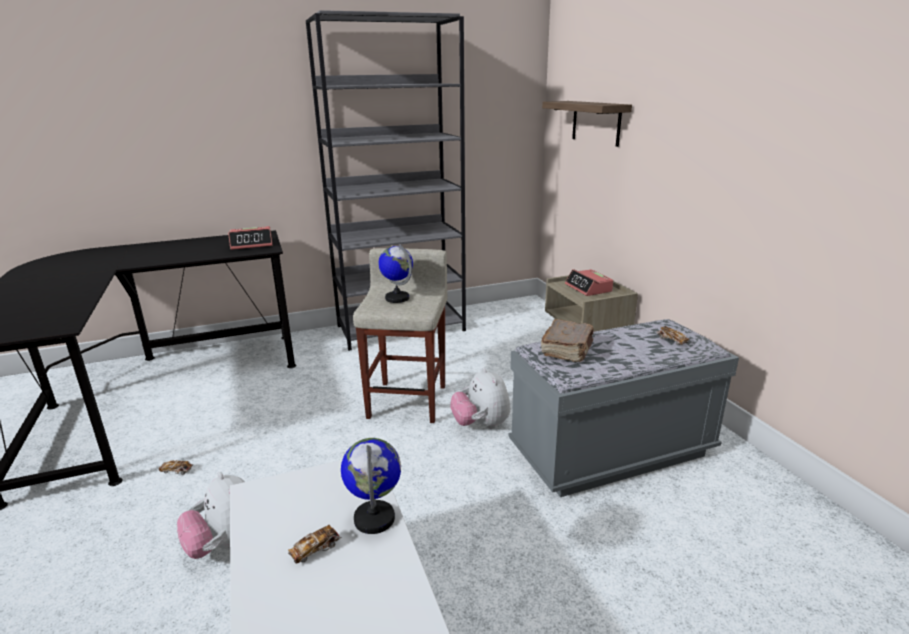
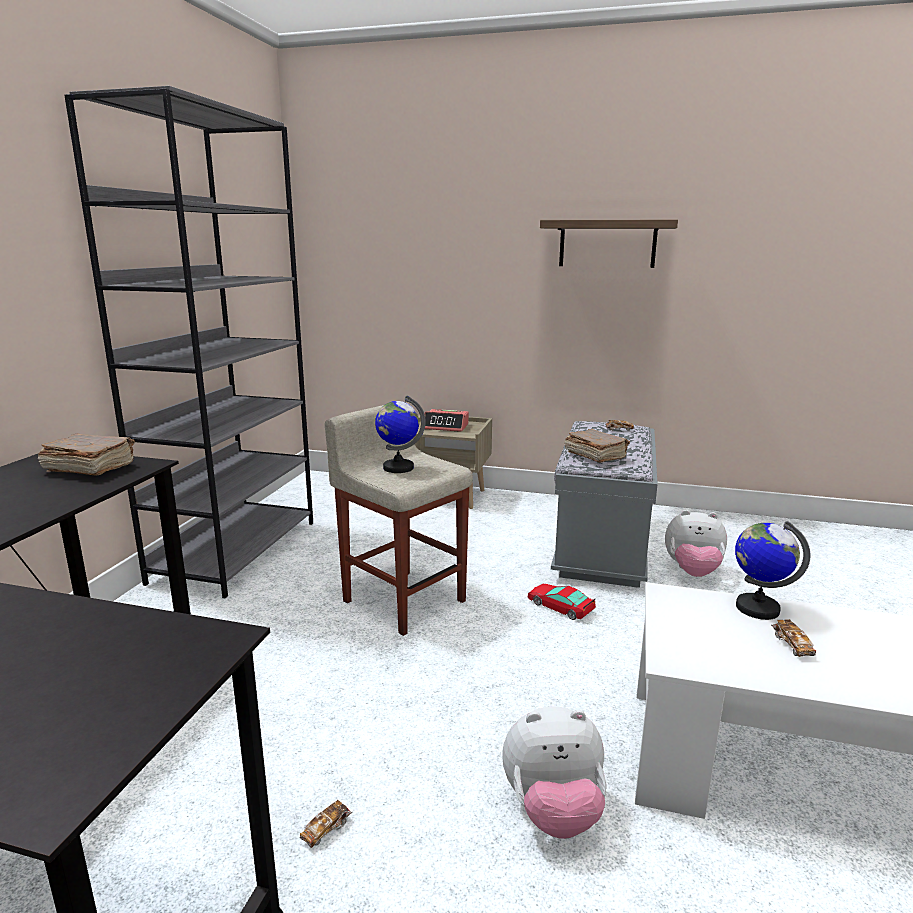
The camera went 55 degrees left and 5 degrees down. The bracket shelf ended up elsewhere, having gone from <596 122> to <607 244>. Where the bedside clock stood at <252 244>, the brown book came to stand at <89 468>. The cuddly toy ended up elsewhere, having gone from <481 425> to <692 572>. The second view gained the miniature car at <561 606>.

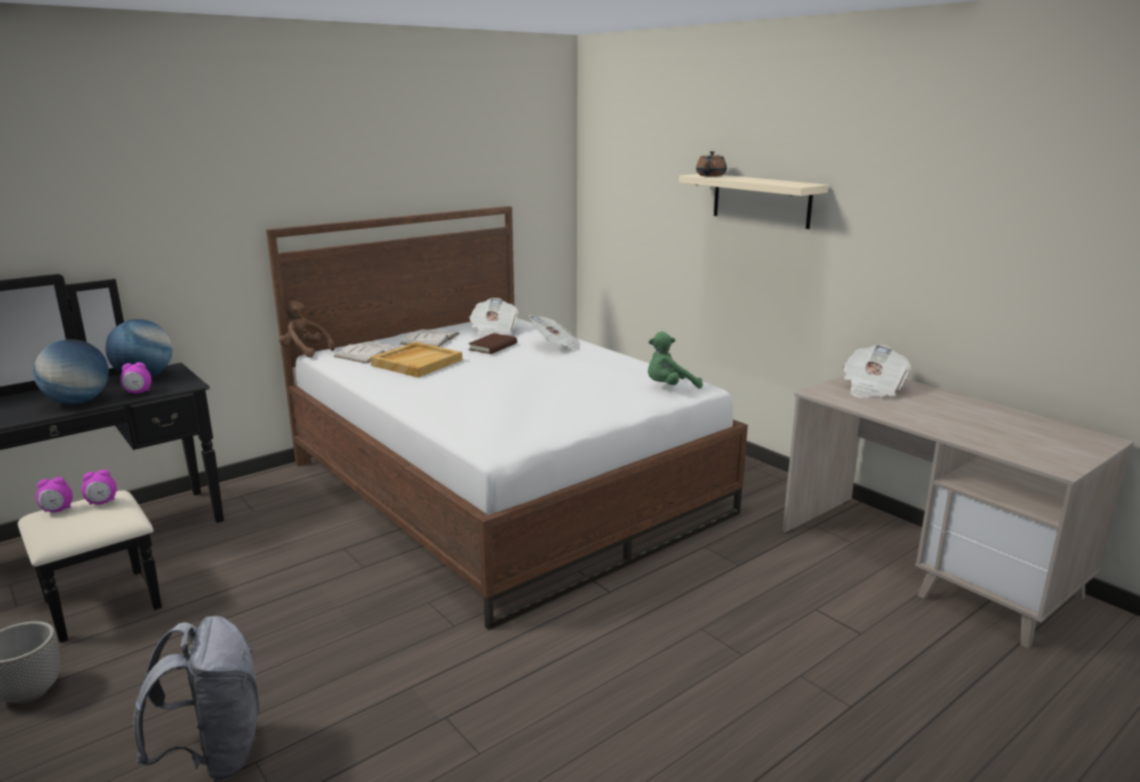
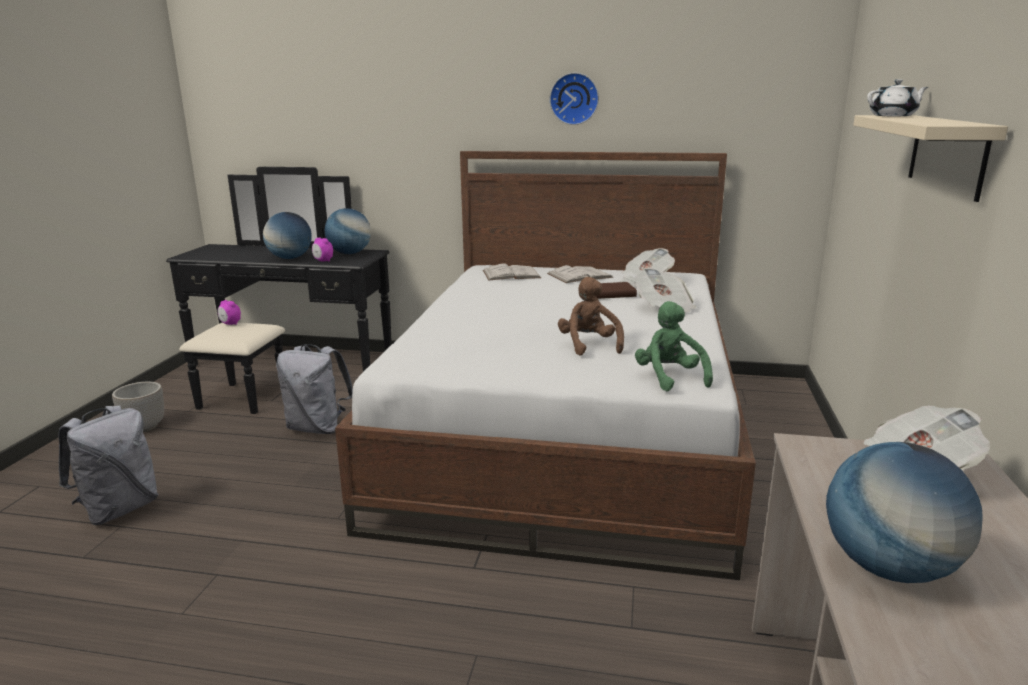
The camera went 50 degrees right and 0 degrees up. What was the brown teapot at <711 175> turned into the white teapot at <893 116>. The brown cuddly toy ended up elsewhere, having gone from <304 352> to <589 345>. The green cuddly toy at <669 387> ended up facing another way, 45 degrees clockwise from before. The second view lost the beige serving tray at <417 362>. The second view lost the bedside clock at <102 502>. The second view gained the clock on the wall at <574 99>. The second view gained the grey backpack at <318 428>. The second view gained the world globe at <889 567>.

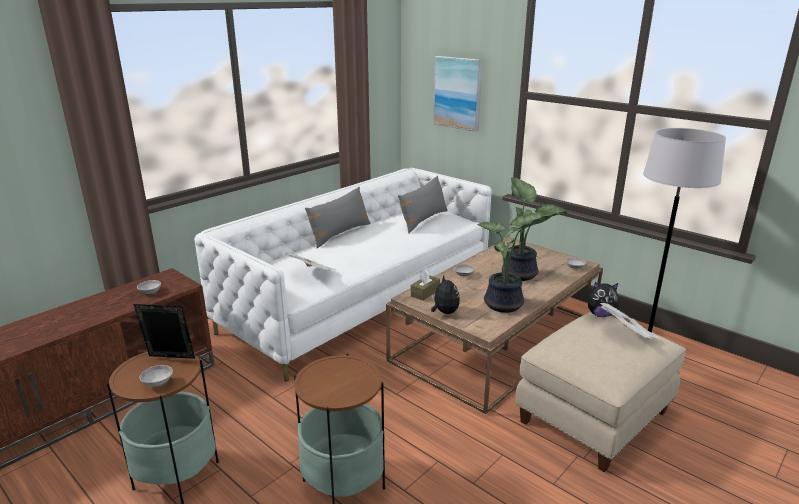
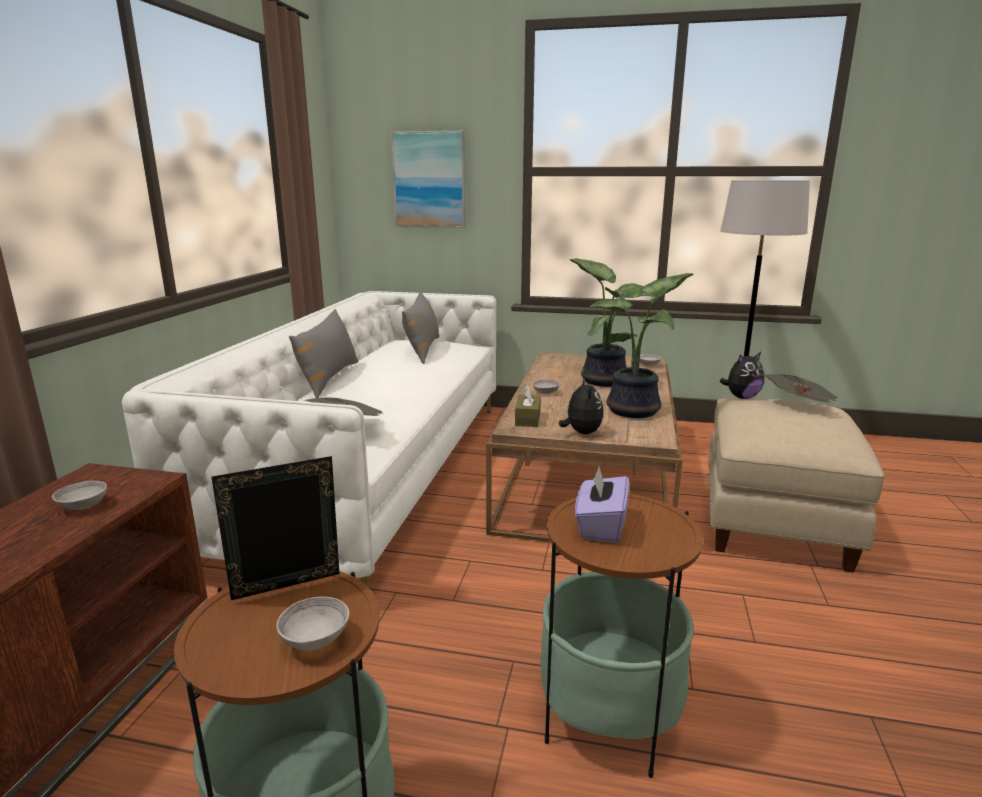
The camera went 30 degrees left and 5 degrees down. The cuddly toy at <444 312> ended up facing another way, 45 degrees clockwise from before. The second view gained the purple box of tissues at <600 526>.

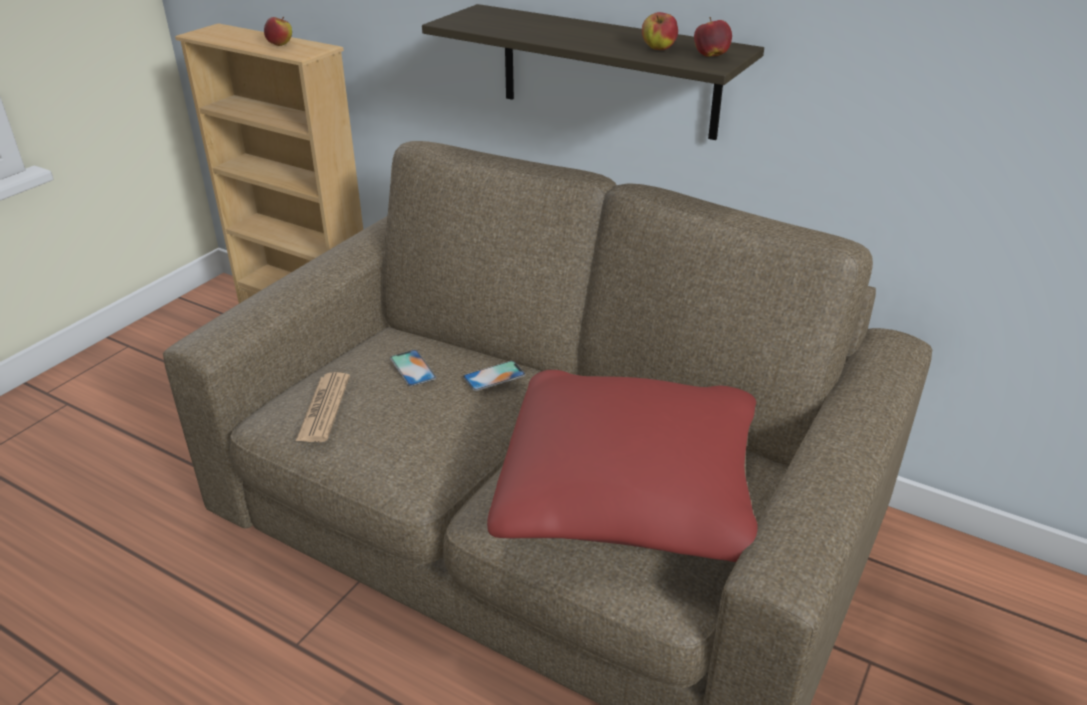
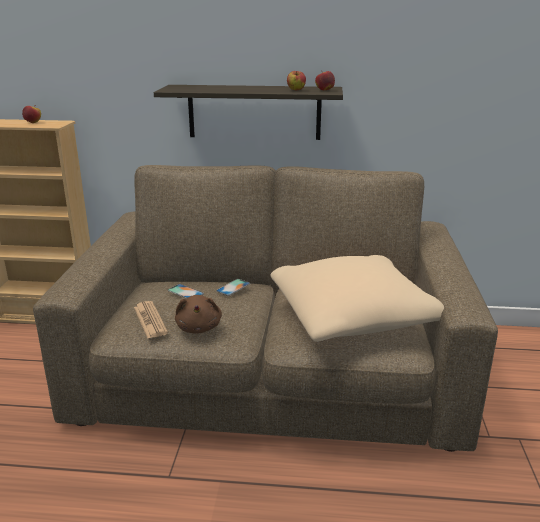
The camera went 25 degrees left and 10 degrees down. What was the red-coloured throw pillow at <629 492> turned into the beige throw pillow at <352 316>. The second view gained the brown cuddly toy at <199 327>.

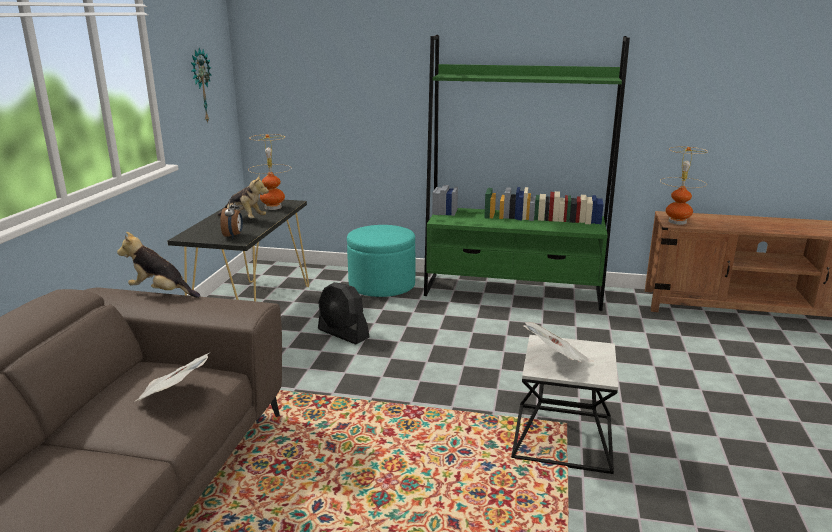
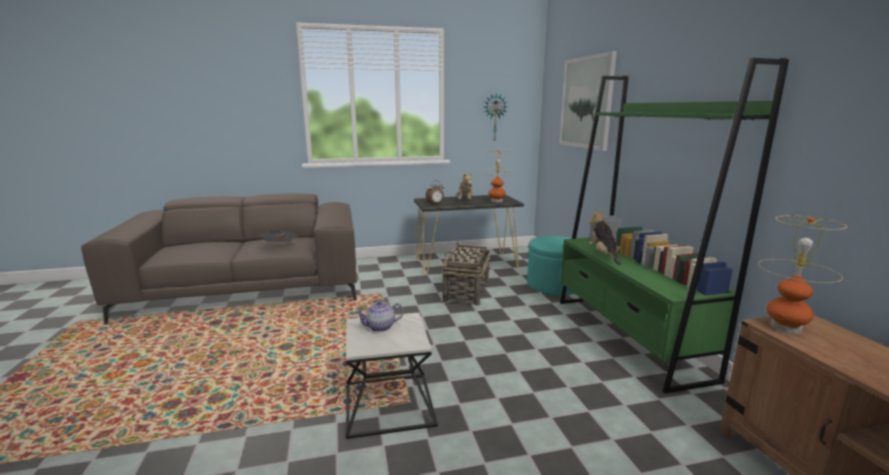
The camera went 65 degrees right and 5 degrees down. The cuddly toy ended up elsewhere, having gone from <161 292> to <603 255>. Where the blackish fan stood at <343 334>, the basket came to stand at <466 292>. Where the daily paper stood at <556 359>, the teapot came to stand at <380 327>. The second view gained the wall picture at <586 103>.

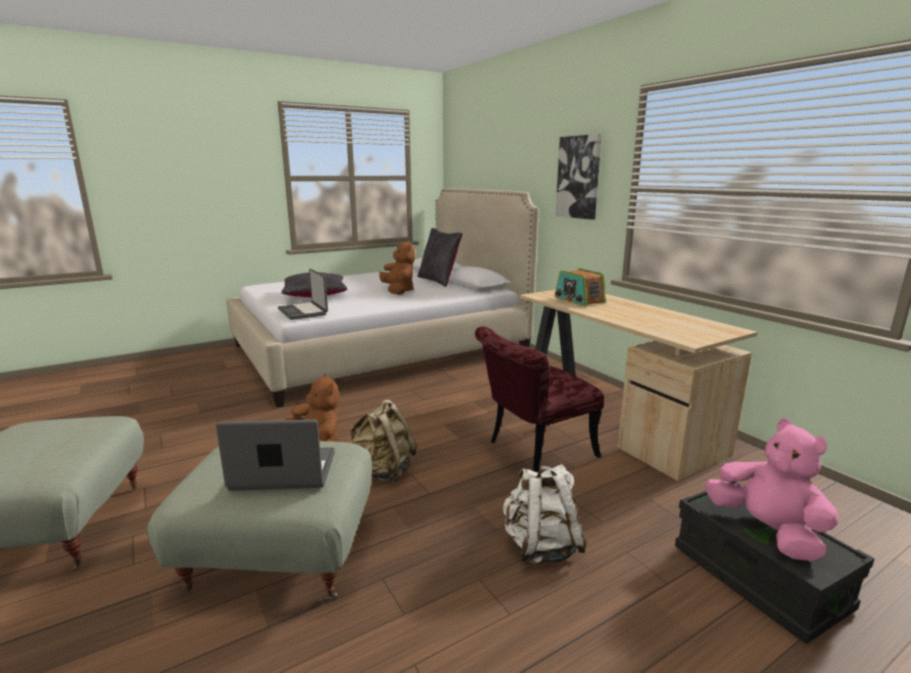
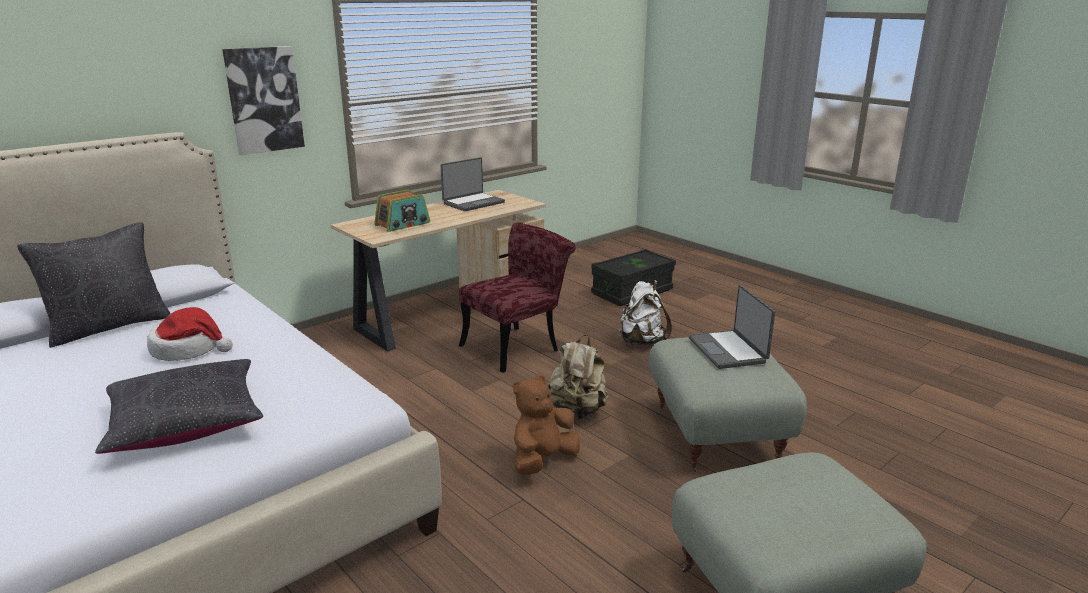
The camera went 100 degrees left and 5 degrees up. Where the brown cuddly toy stood at <398 291>, the hat came to stand at <189 349>. The notebook computer ended up elsewhere, having gone from <303 312> to <473 203>. The red-coloured upright chair at <533 451> ended up facing another way, 90 degrees counterclockwise from before. The second view lost the pinkish cuddly toy at <766 531>.

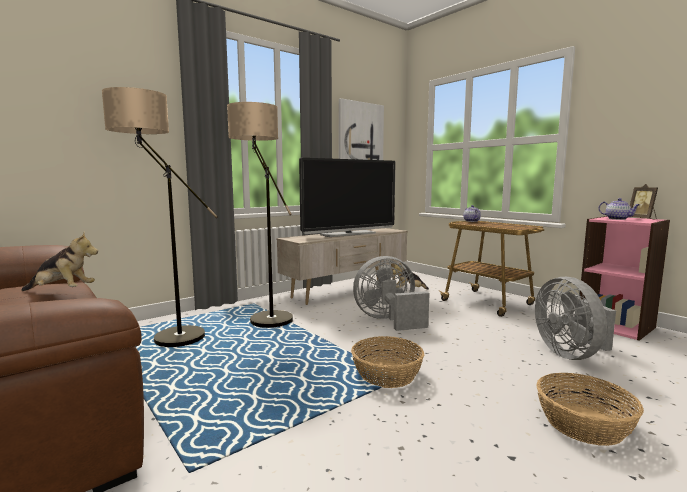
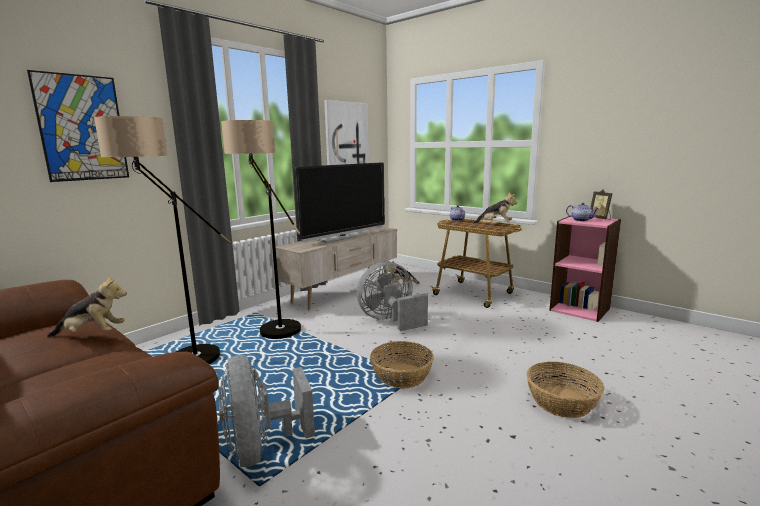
The camera went 10 degrees left and 5 degrees up. The grey fan ended up elsewhere, having gone from <571 354> to <261 448>. The second view gained the wall picture at <82 128>. The second view gained the cuddly toy at <495 224>.

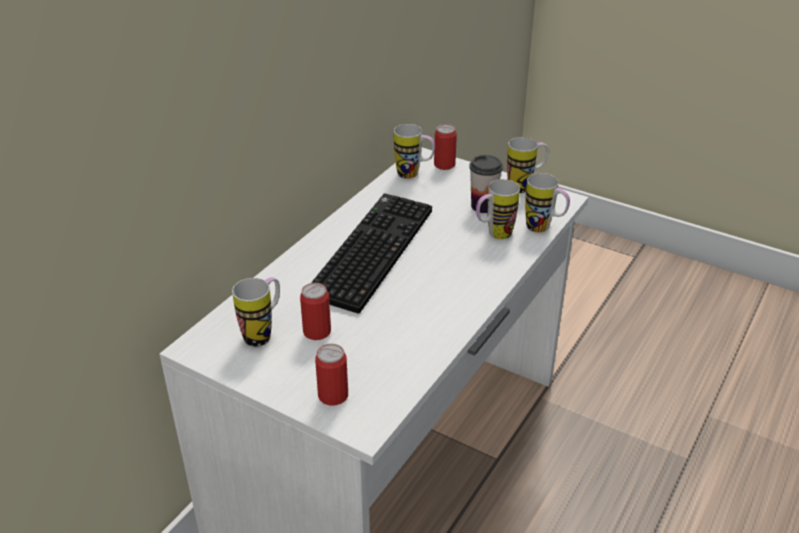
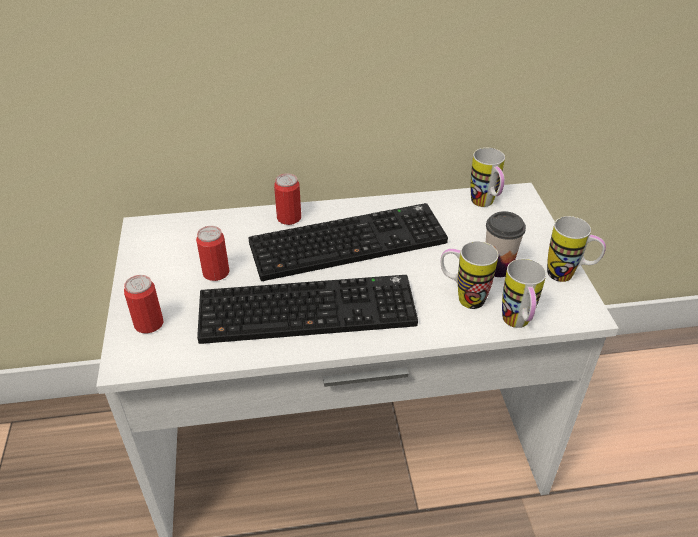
The camera went 50 degrees right and 5 degrees up. The sealed can ended up elsewhere, having gone from <444 165> to <289 218>. The second view lost the coffee mug at <263 333>. The second view gained the keyboard at <309 308>.

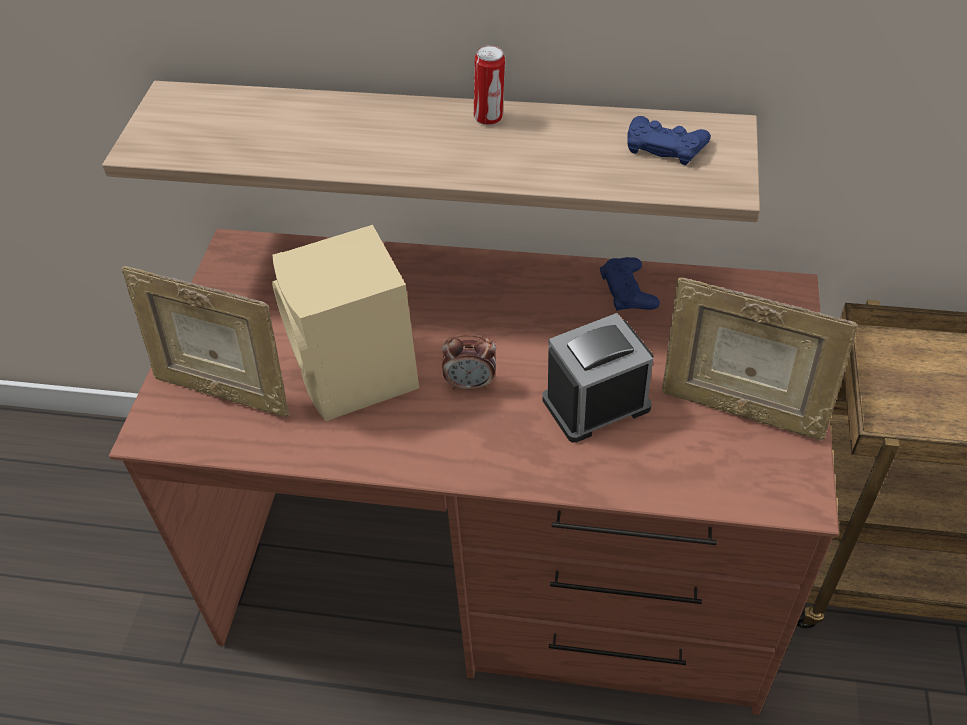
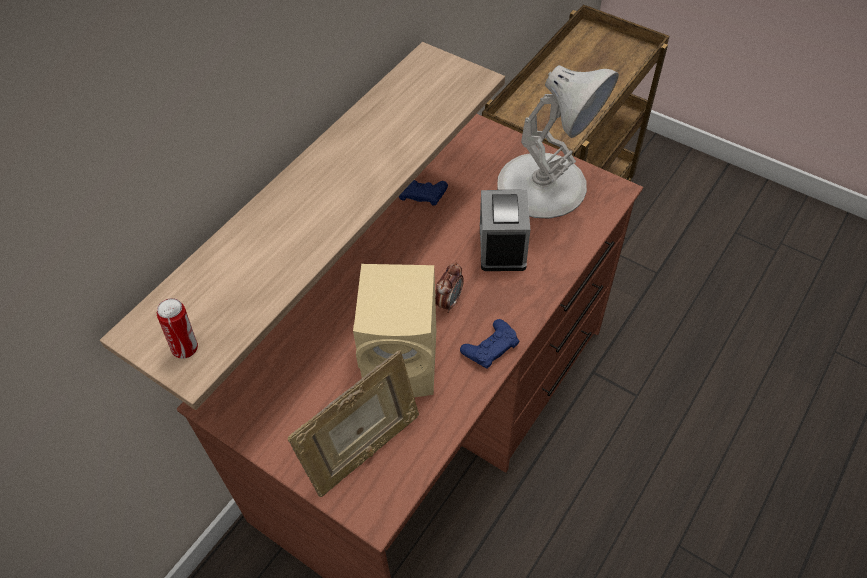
The camera went 65 degrees left and 5 degrees up. The sealed can ended up elsewhere, having gone from <490 118> to <186 347>. The blue joypad ended up elsewhere, having gone from <665 146> to <490 347>. Where the photo frame stood at <740 409>, the white lamp for a table came to stand at <543 185>.

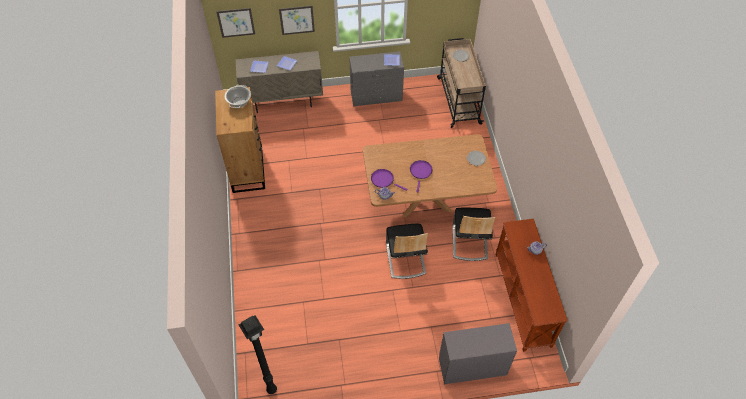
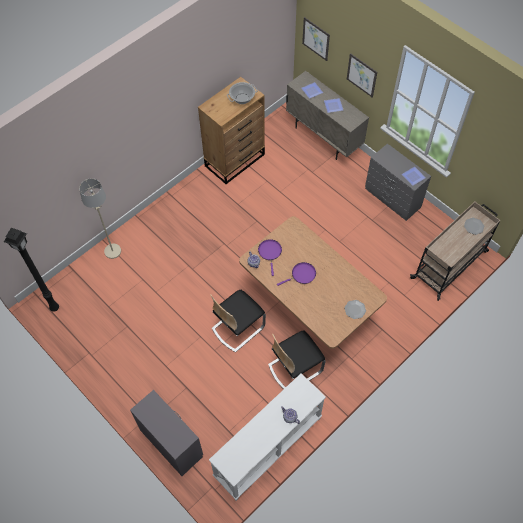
The camera went 55 degrees right and 5 degrees up. What was the brown console table at <523 299> turned into the white console table at <268 448>. The second view gained the beige standard lamp at <112 251>.

